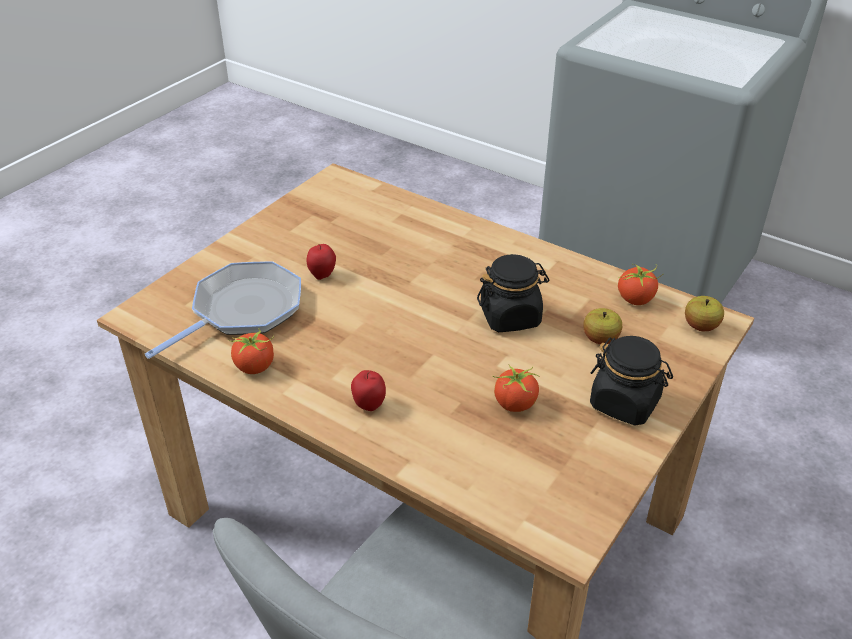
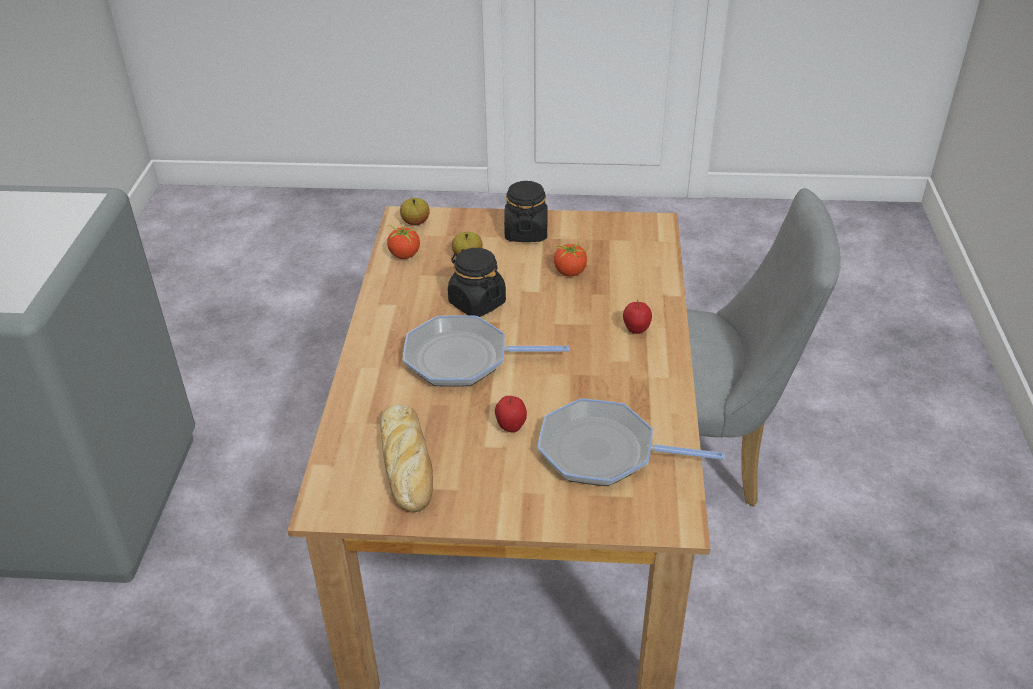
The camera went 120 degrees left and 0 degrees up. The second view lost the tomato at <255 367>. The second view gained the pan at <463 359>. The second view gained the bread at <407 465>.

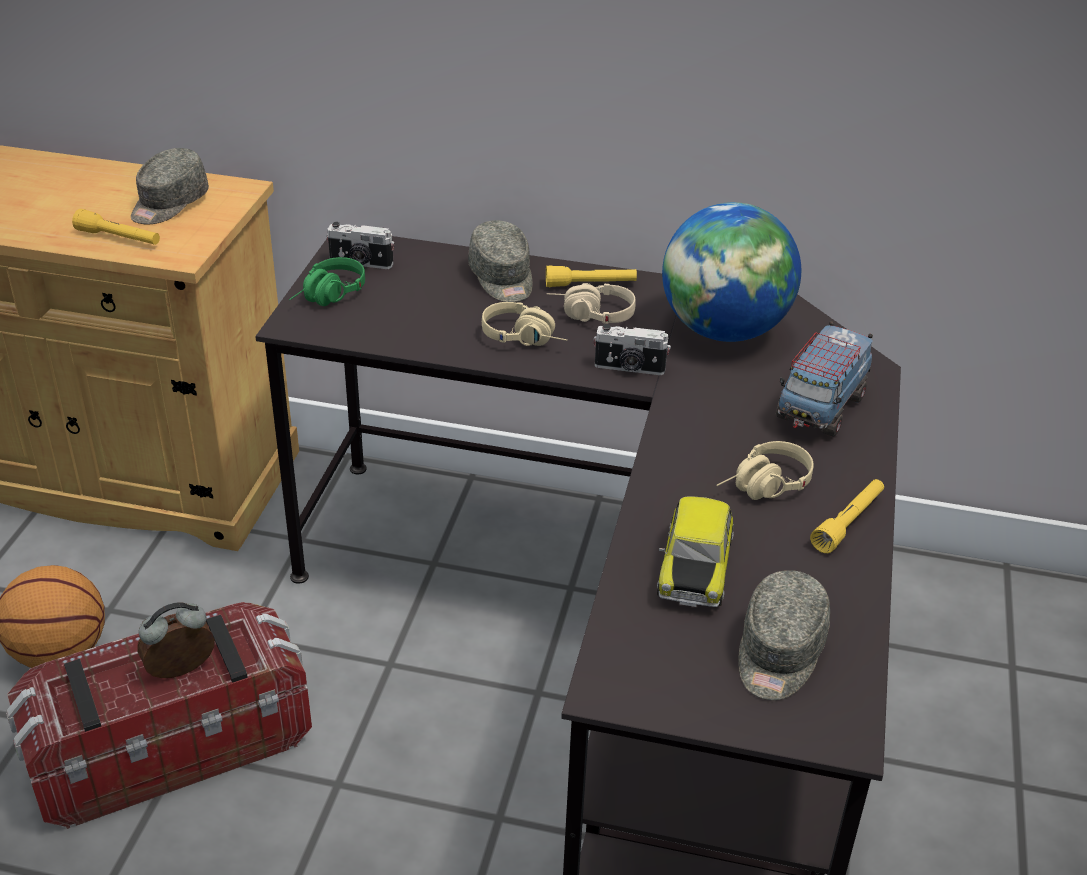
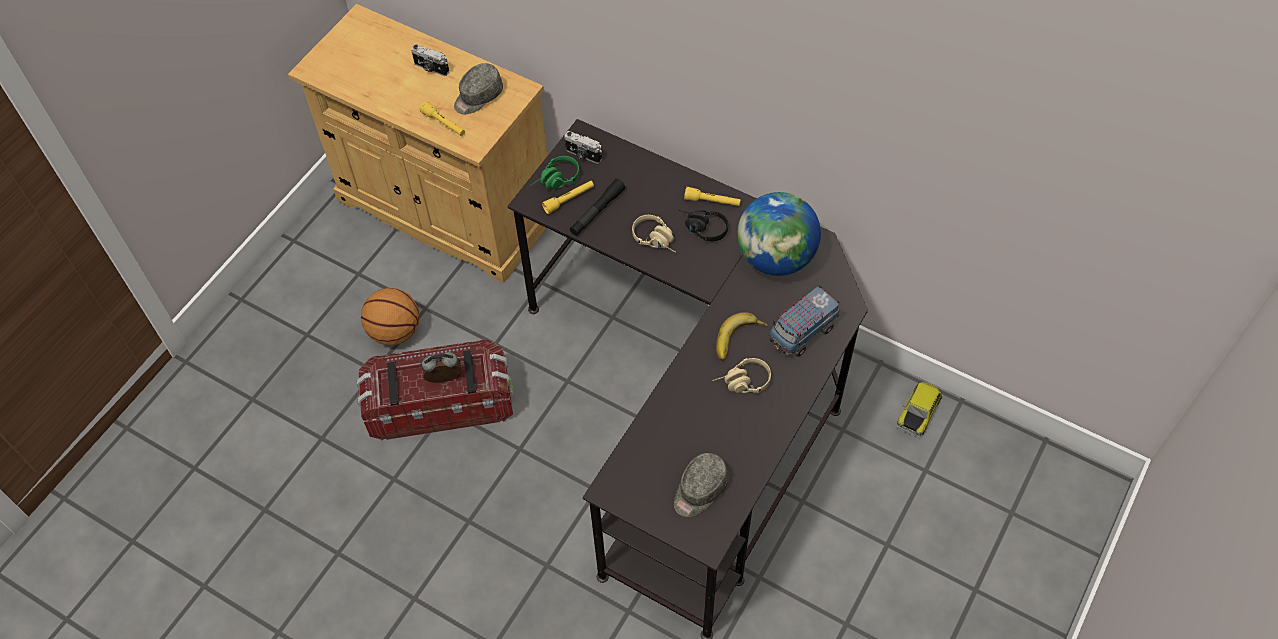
The camera went 20 degrees right and 20 degrees up. The second view lost the grey baseball cap at <502 278>. What was the beige pair of headphones at <590 315> turned into the blackish pair of headphones at <701 228>. The still camera ended up elsewhere, having gone from <629 368> to <431 68>. The yellow torch ended up elsewhere, having gone from <848 523> to <569 199>. The miniature car ended up elsewhere, having gone from <693 567> to <917 412>. The second view gained the blackish torch at <597 211>. The second view gained the banana fruit at <739 340>.

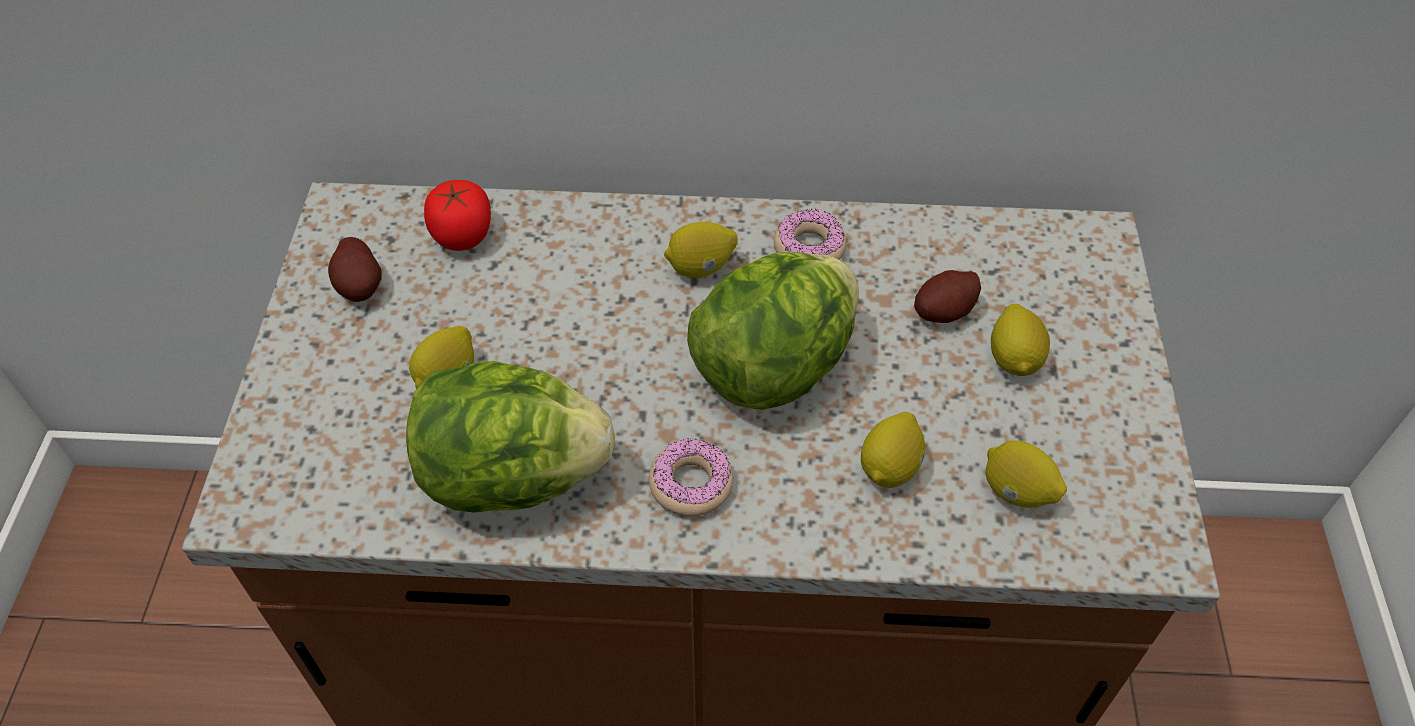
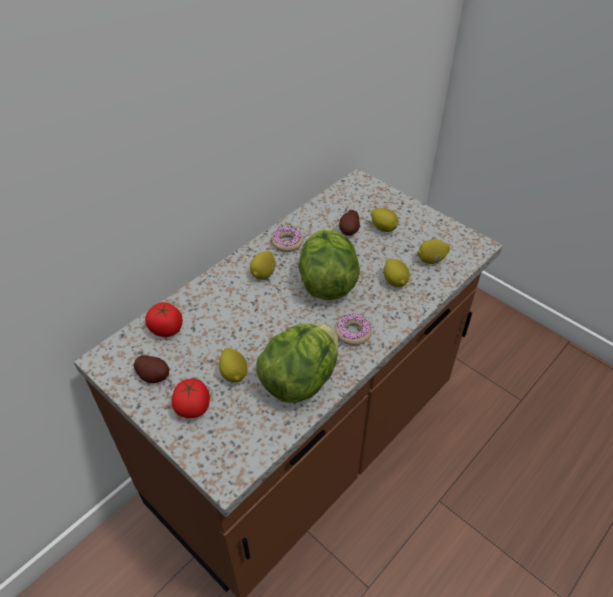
The camera went 50 degrees left and 5 degrees down. The second view gained the tomato at <193 407>.

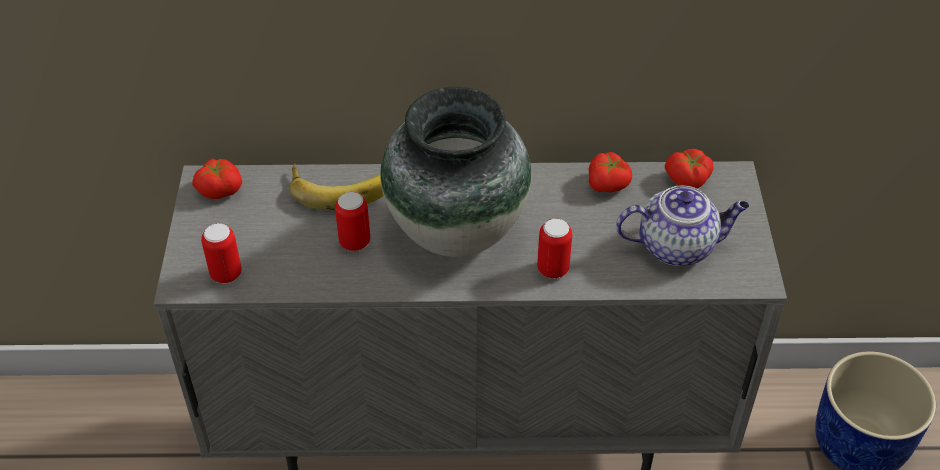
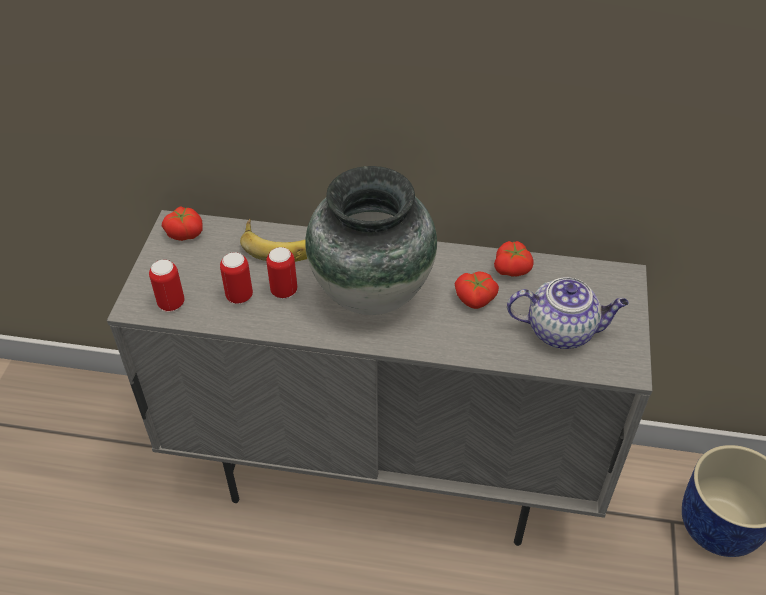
The camera went 10 degrees right and 0 degrees up. The tomato ended up elsewhere, having gone from <687 180> to <475 299>. The sealed can ended up elsewhere, having gone from <553 269> to <239 296>.

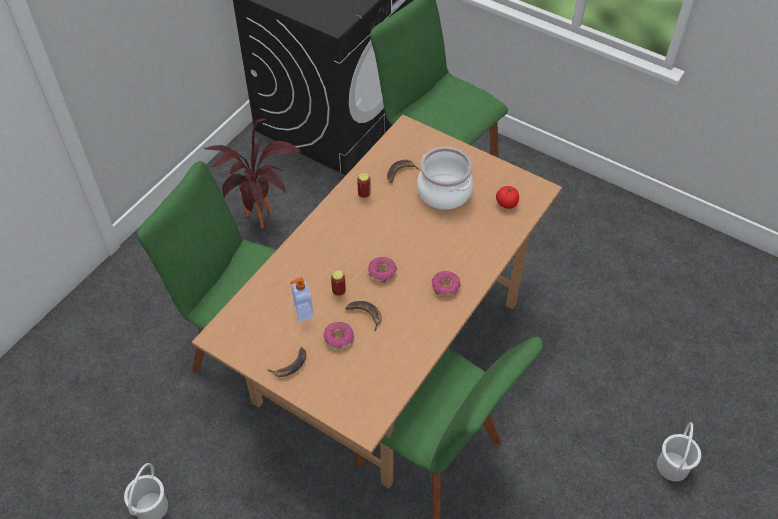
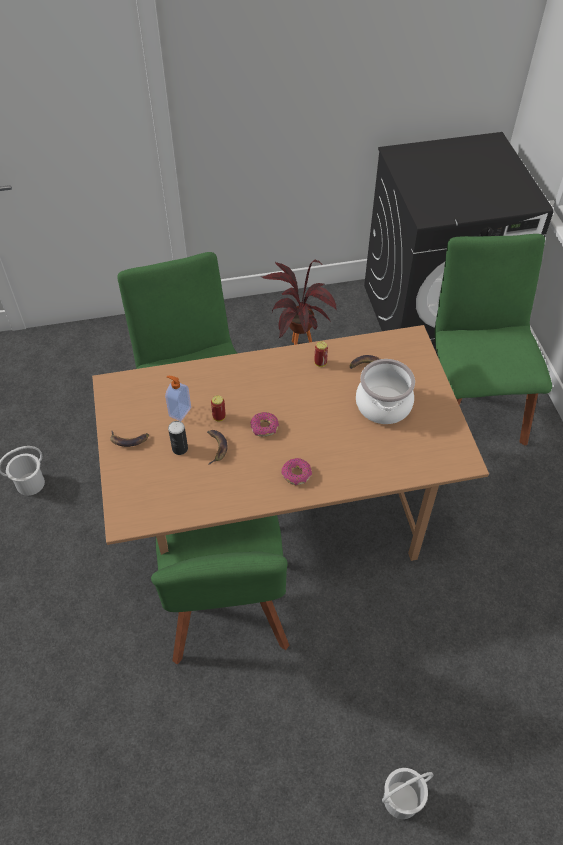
The camera went 45 degrees right and 0 degrees up. The second view lost the tomato at <506 203>. Where the donut stood at <339 338>, the sealed can came to stand at <180 448>.

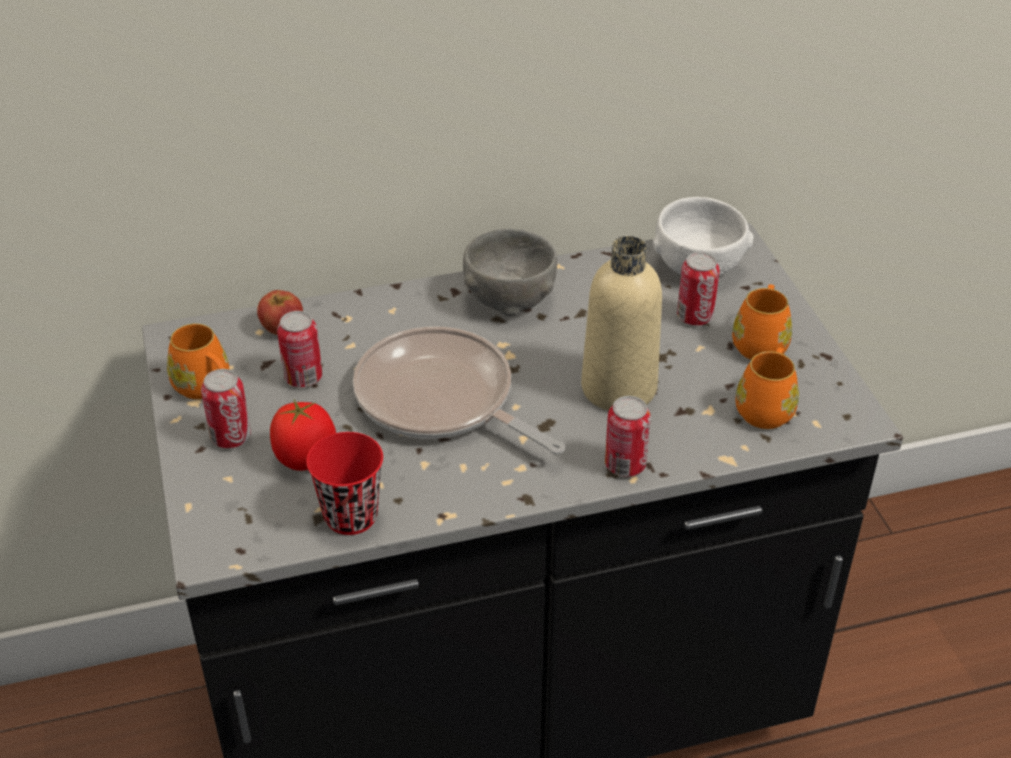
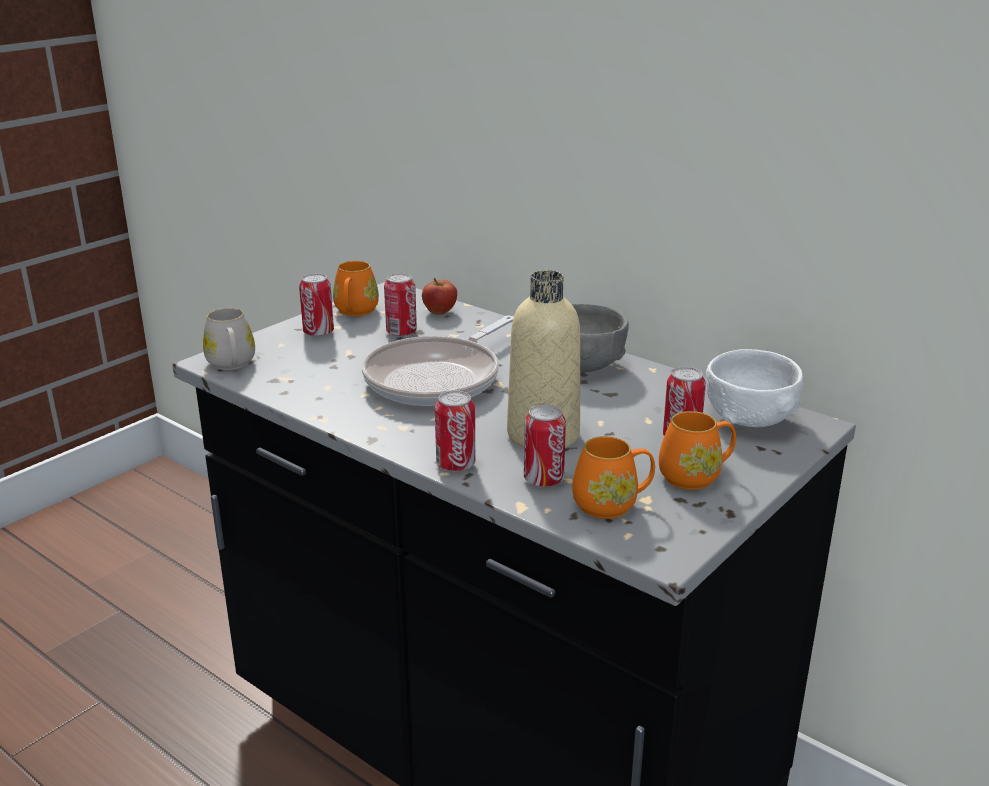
The camera went 55 degrees right and 15 degrees down. The pan at <441 400> ended up facing another way, 150 degrees counterclockwise from before. The second view lost the tomato at <306 458>. The second view lost the red-coloured small cup at <351 516>. The second view gained the white coffee mug at <232 365>. The second view gained the sealed can at <543 480>.

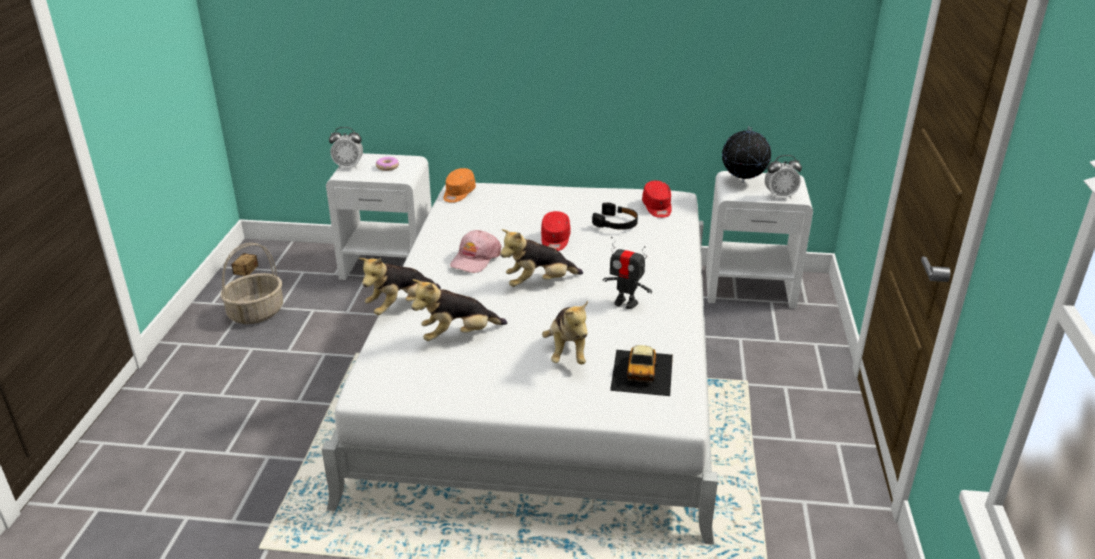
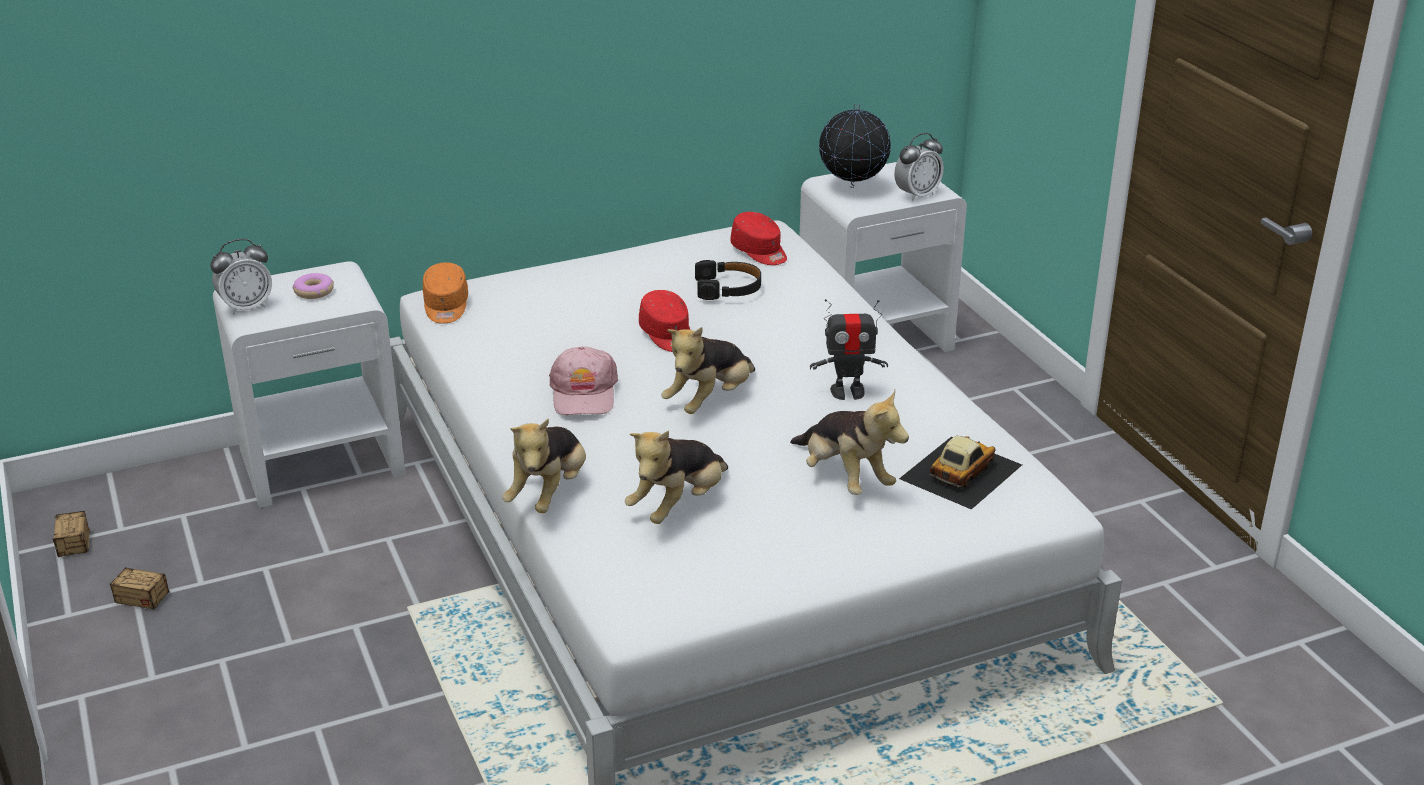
The camera went 30 degrees left and 0 degrees up. Where the basket stood at <256 312>, the storage box came to stand at <169 603>. The miniature car at <642 371> ended up facing another way, 120 degrees counterclockwise from before.

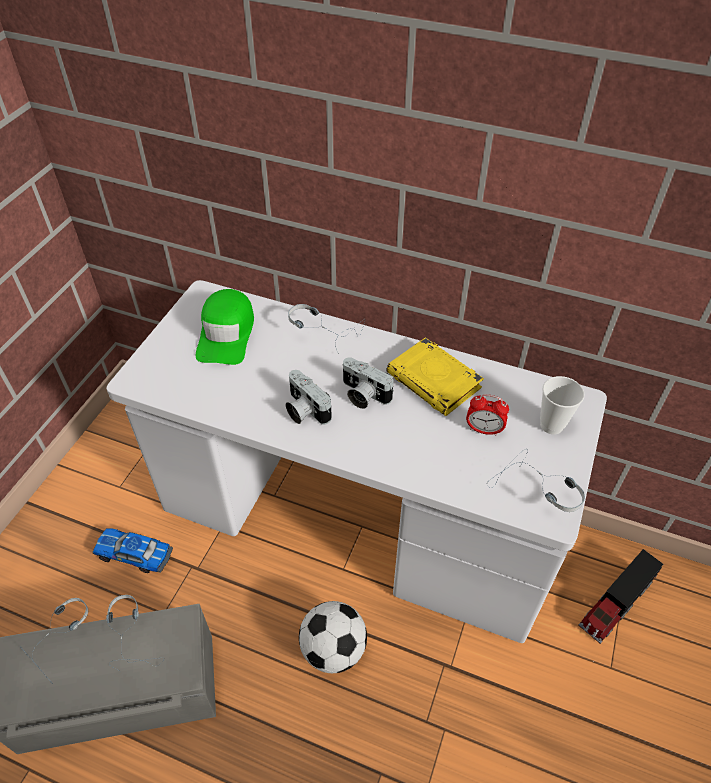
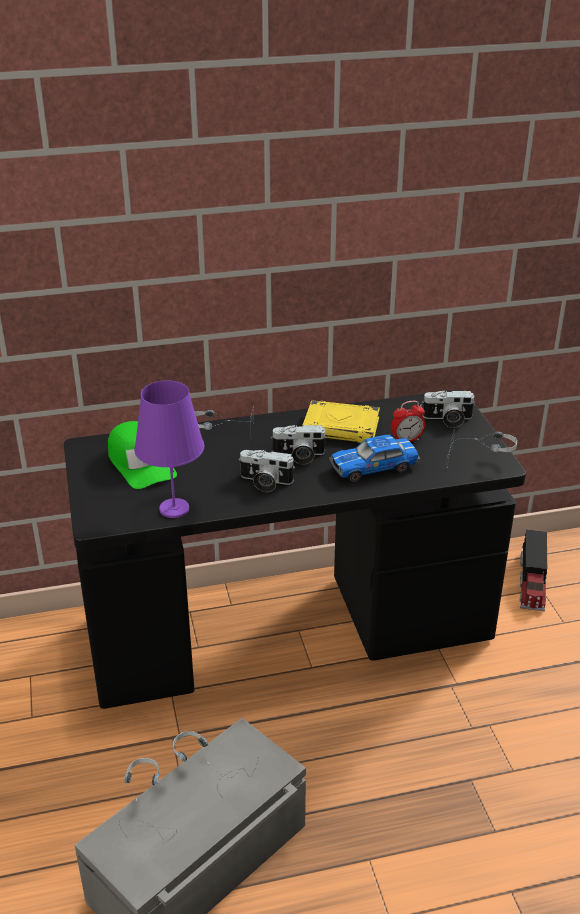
The camera went 35 degrees left and 15 degrees down. What was the white desk table at <355 521> turned into the blackish desk table at <289 629>. Where the small cup stood at <551 425>, the still camera came to stand at <447 420>. The miniature car ended up elsewhere, having gone from <135 554> to <374 467>. The second view lost the ball for football at <333 649>. The second view gained the purple lamp for a table at <174 509>.

